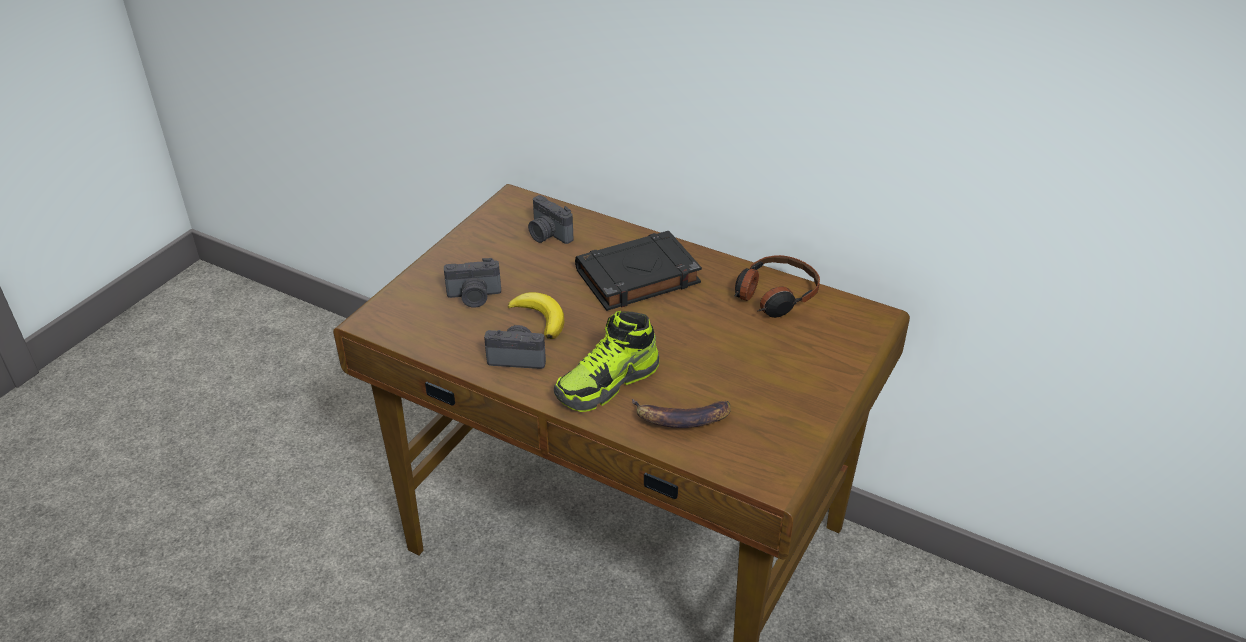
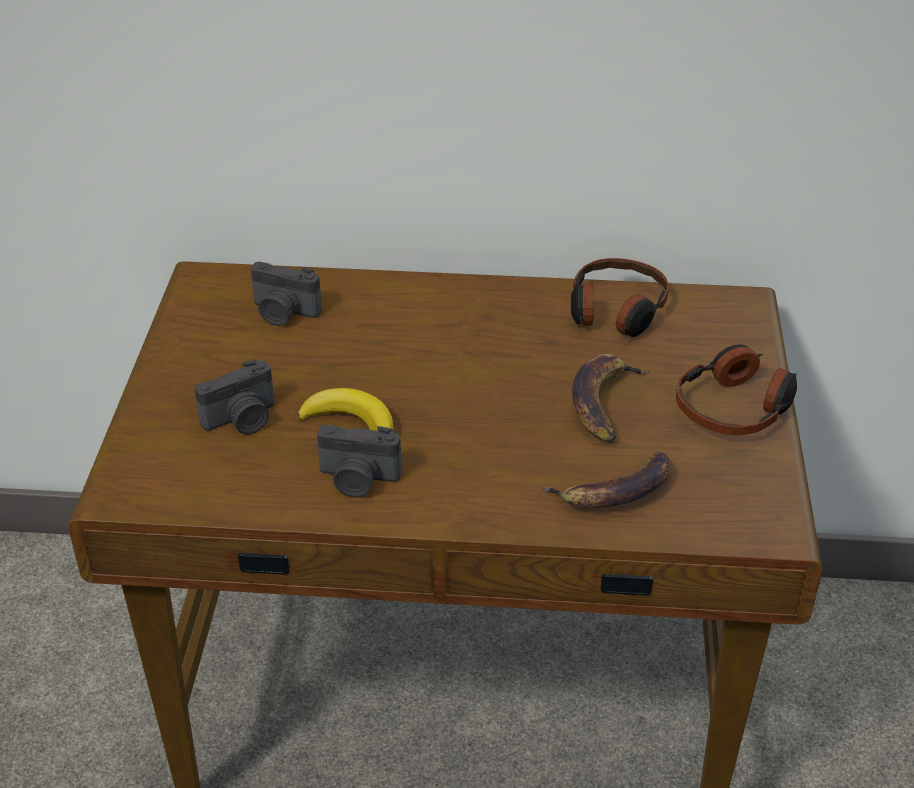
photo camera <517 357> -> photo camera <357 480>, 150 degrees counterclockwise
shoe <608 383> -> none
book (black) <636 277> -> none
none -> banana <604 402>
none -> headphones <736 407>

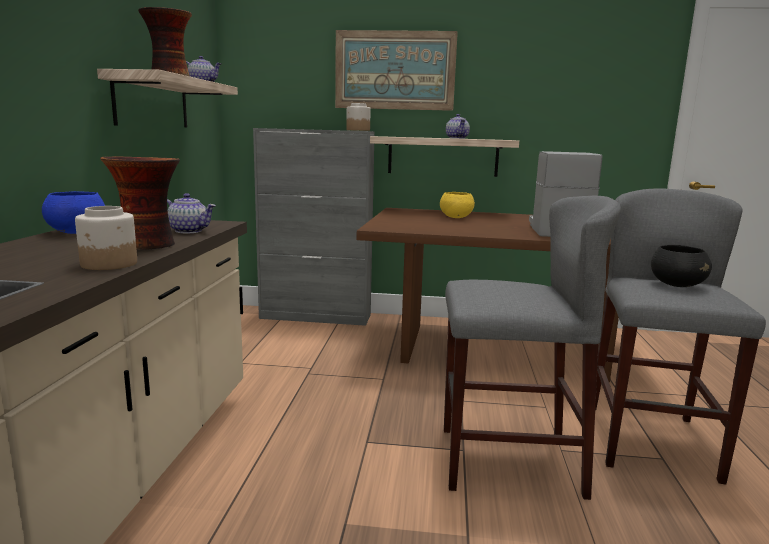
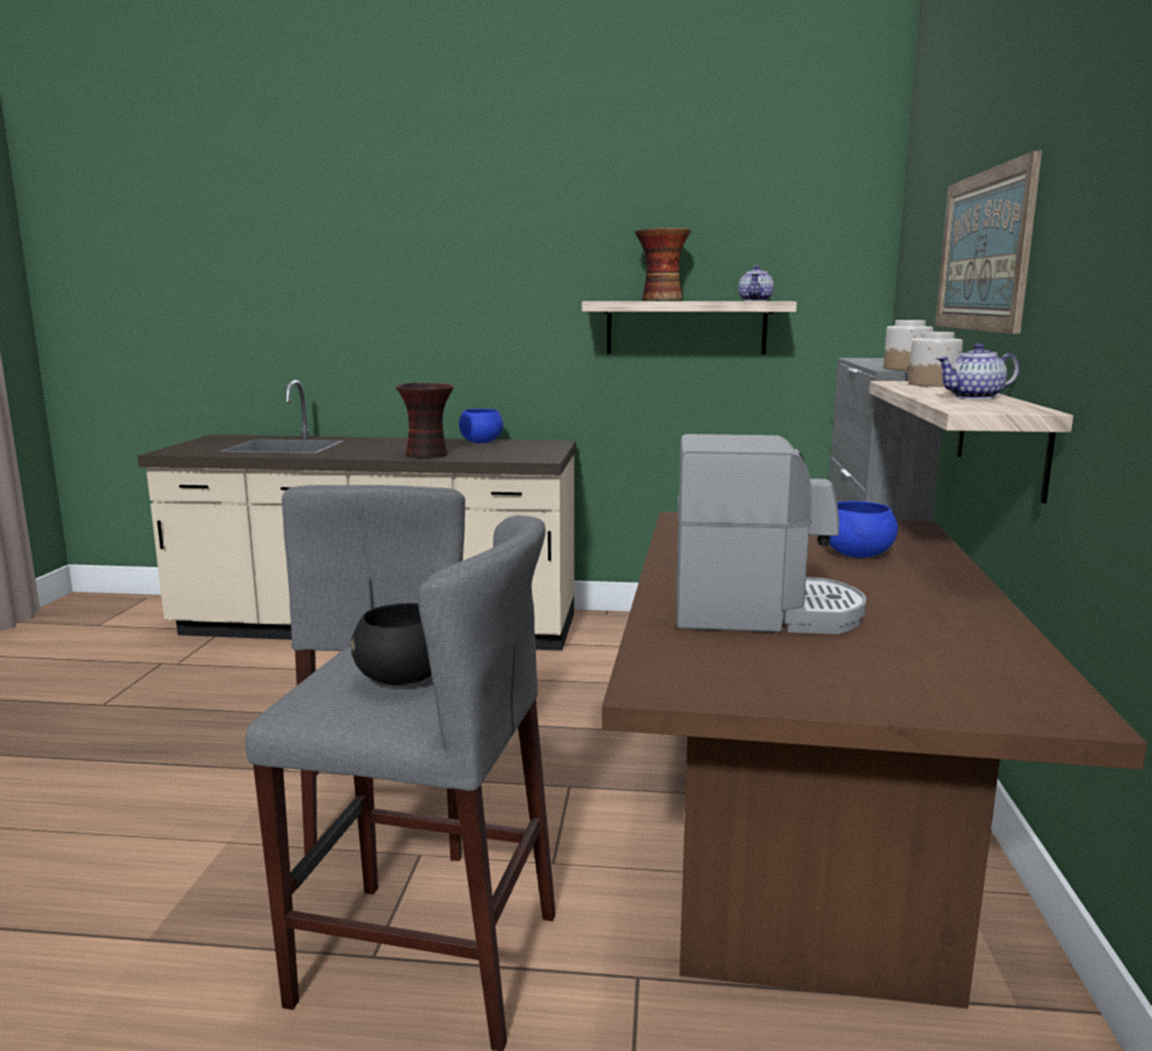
jar <109 264> -> jar <932 384>, shifted
teapot <189 231> -> none
bowl (yellow) <455 217> -> bowl (blue) <857 555>

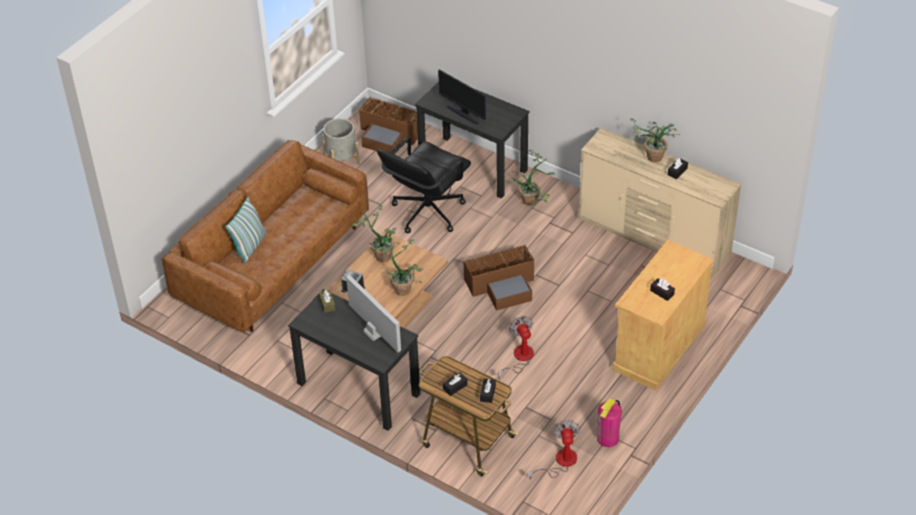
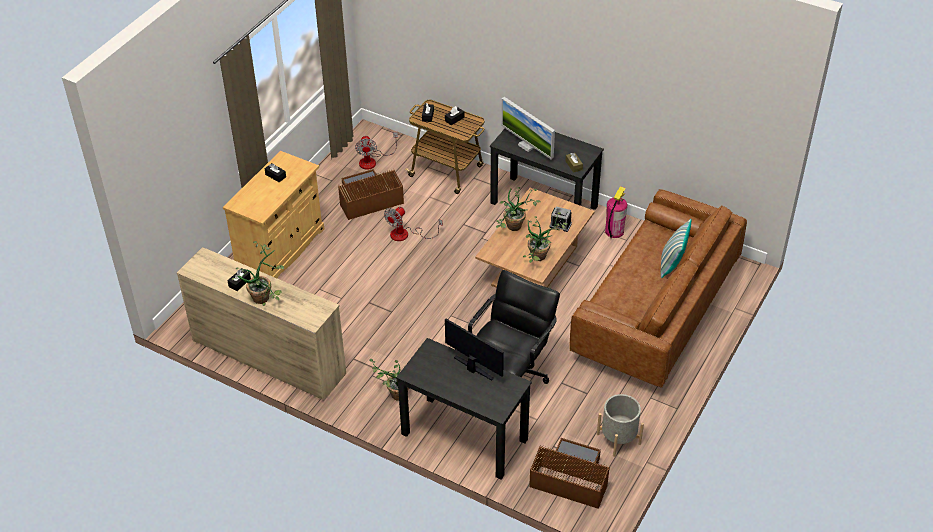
storage box (brown) <503 284> -> storage box (brown) <368 200>, shifted
fan <519 358> -> fan <406 235>, 60 degrees clockwise
fire extinguisher <608 438> -> fire extinguisher <614 231>, shifted

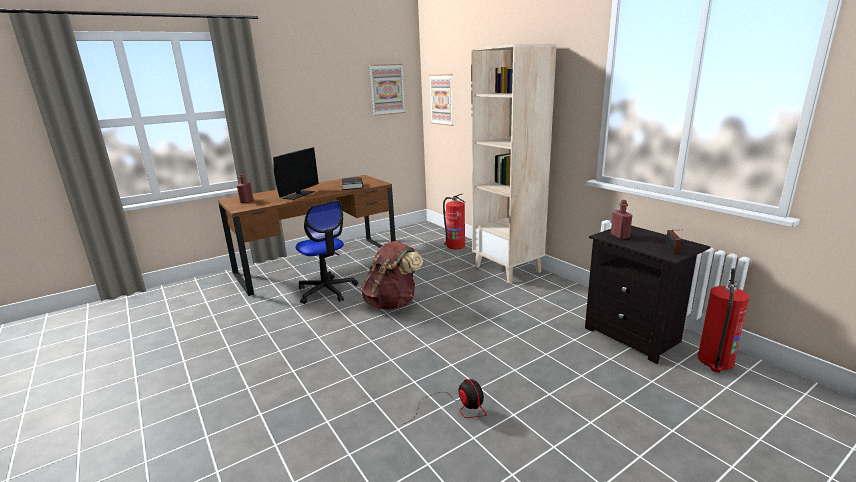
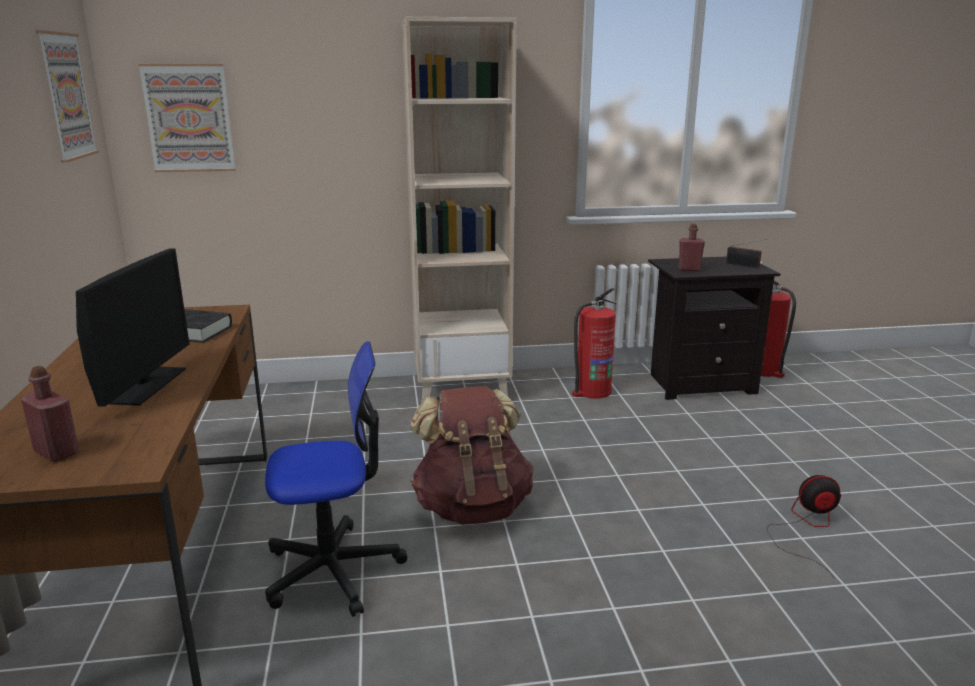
monitor <298 195> -> monitor <144 385>, 45 degrees clockwise
fire extinguisher <455 245> -> fire extinguisher <592 391>, shifted

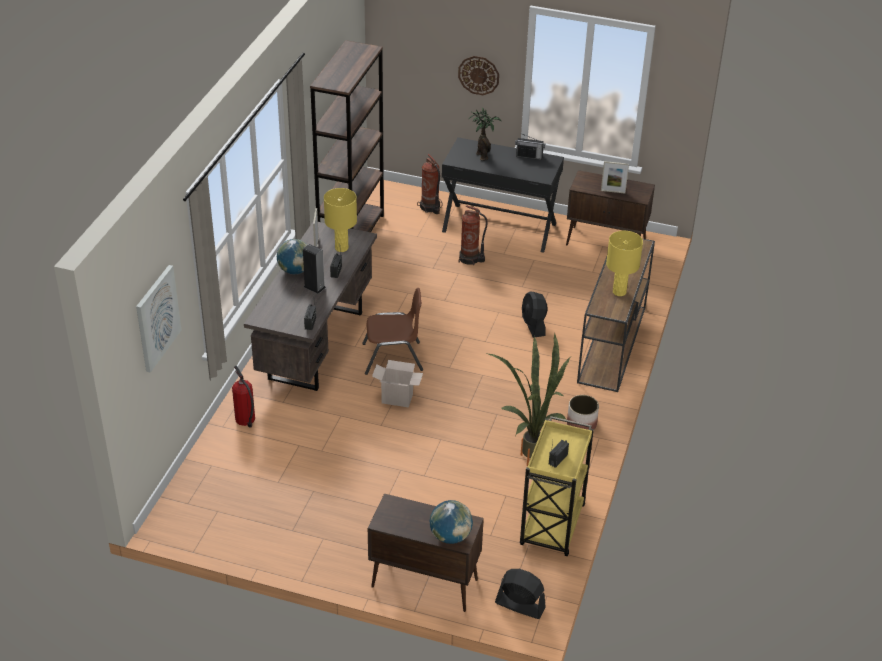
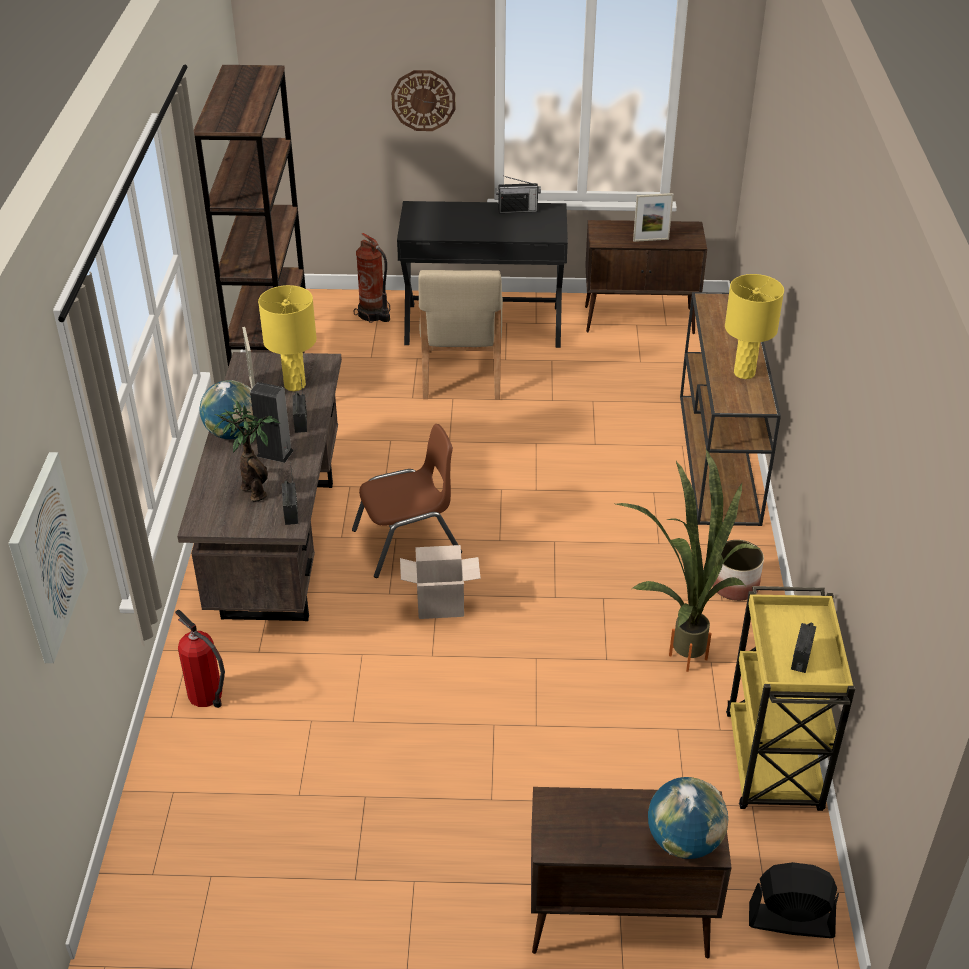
fire extinguisher <470 259> -> chair (beige) <461 375>
potted plant <482 155> -> potted plant <254 489>, shifted
fan (black) <533 325> -> none

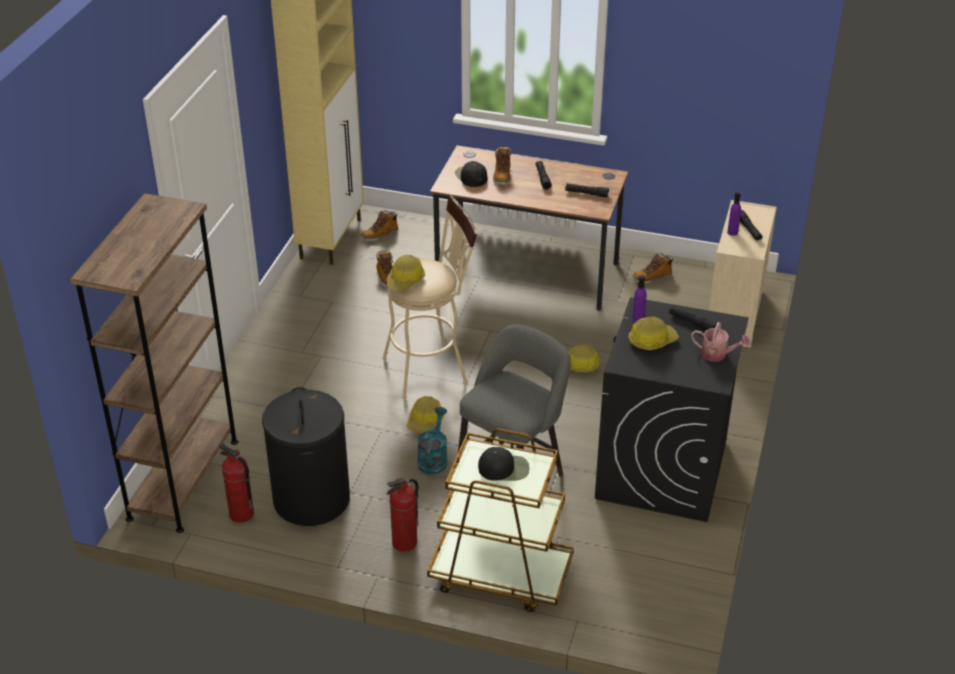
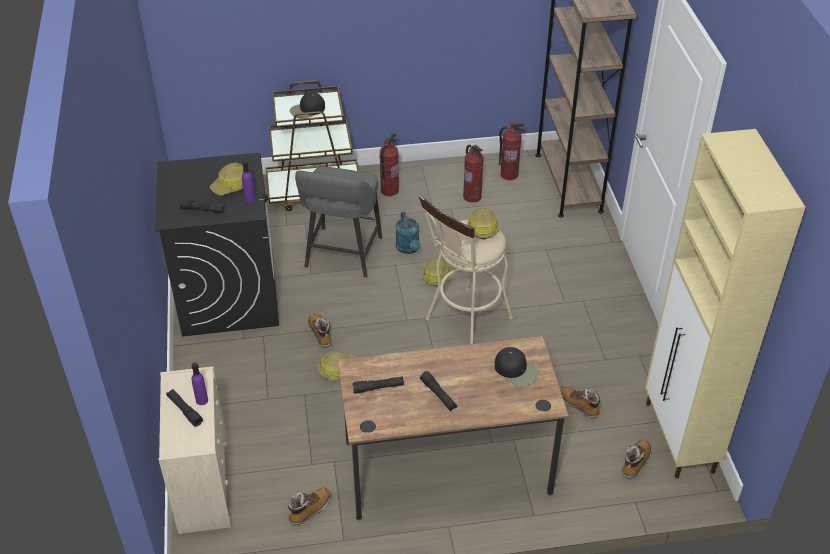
laundry basket (black) <311 499> -> fire extinguisher <472 197>
boot <502 176> -> boot <320 333>, shifted
watering can <717 354> -> none

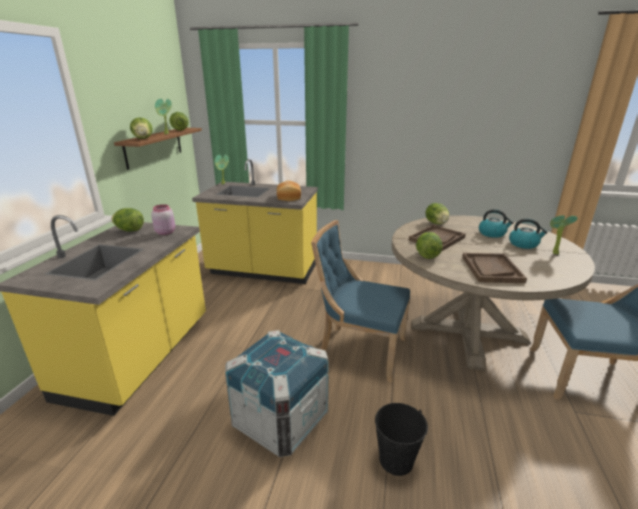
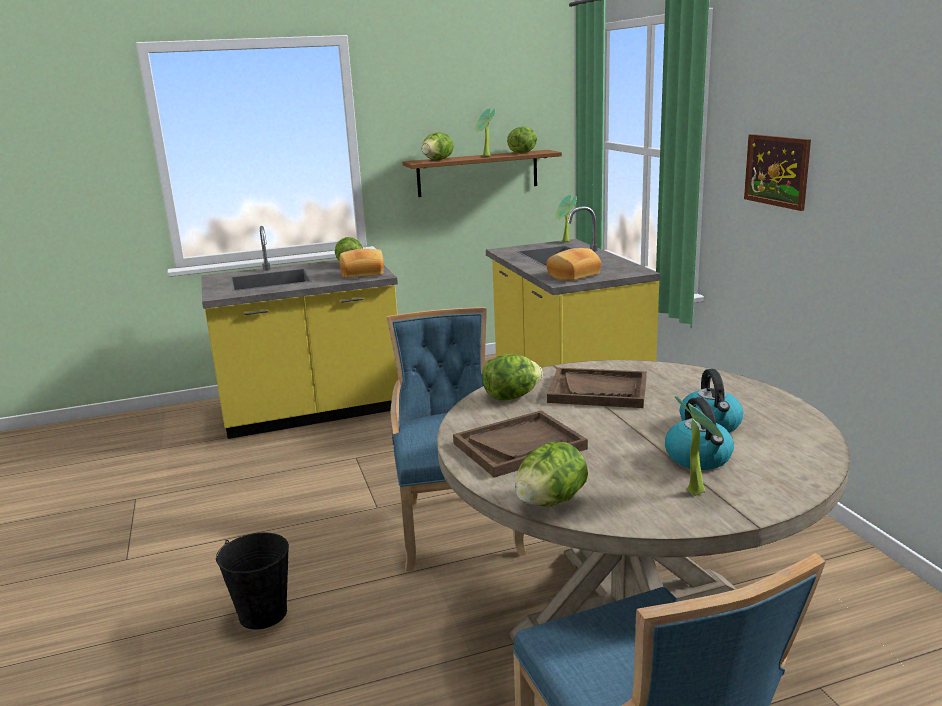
jar (pink) <165 232> -> bread <362 273>
crate <280 419> -> none
lettuce <436 223> -> lettuce <550 501>, shifted
none -> picture <776 171>

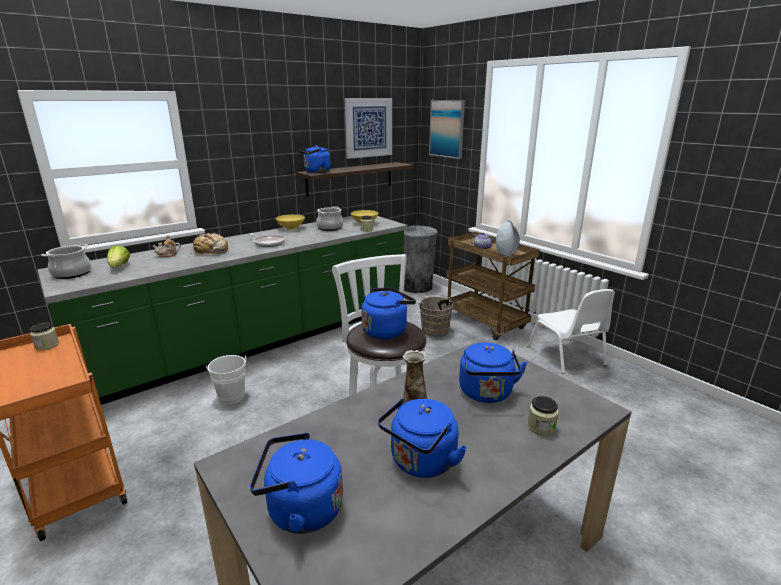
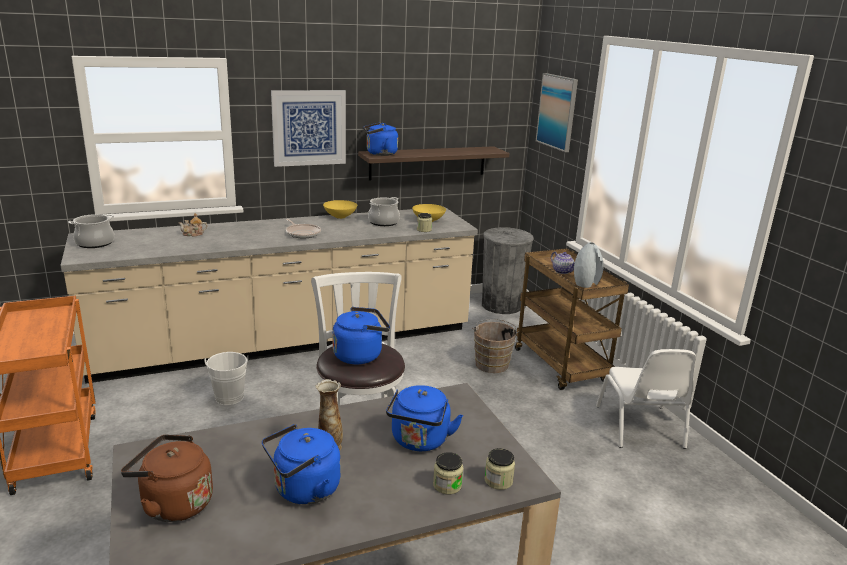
jar <47 345> -> jar <498 480>, shifted
counter (green) <261 341> -> counter (beige) <287 342>
lettuce <119 267> -> none
bread <211 251> -> none
kettle (blue) <300 510> -> kettle (brown) <173 504>
picture <368 127> -> picture <309 128>, shifted

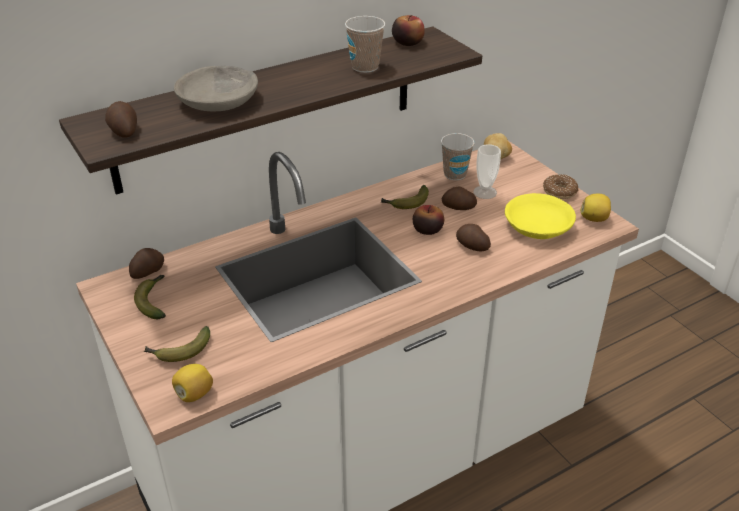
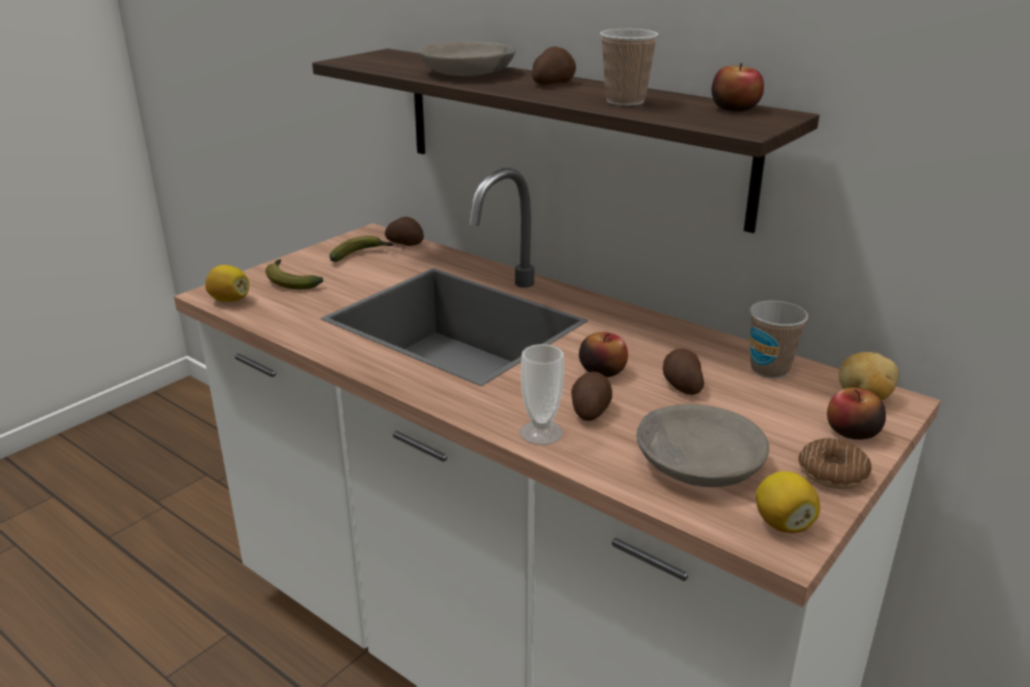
potato <123 131> -> potato <552 83>, shifted
banana <406 203> -> none
cup <485 192> -> cup <541 433>, shifted
bowl (yellow) <537 226> -> bowl (grey) <697 462>
none -> apple <852 432>

